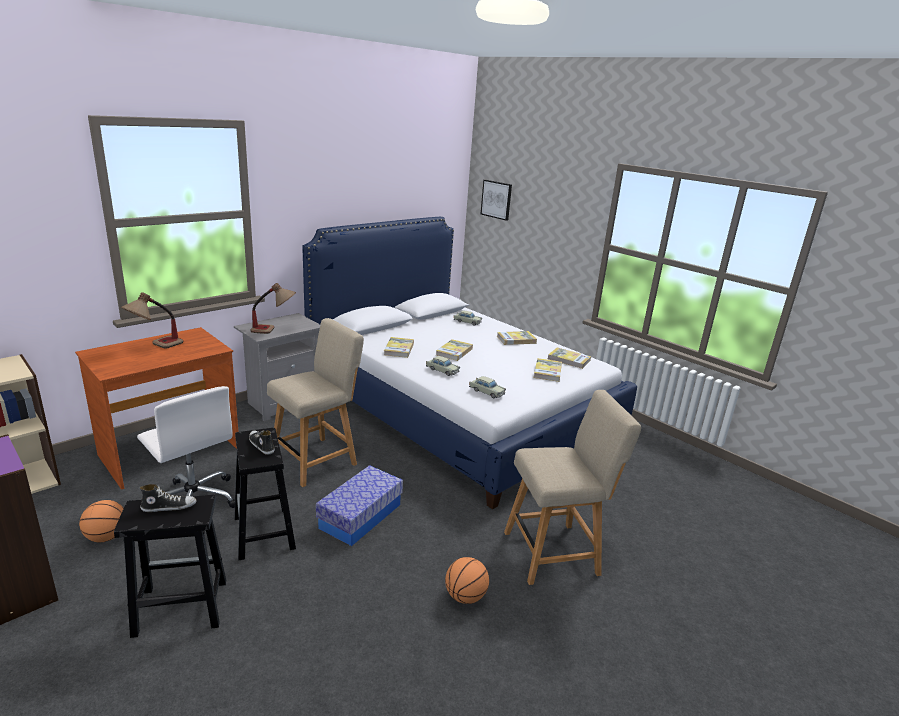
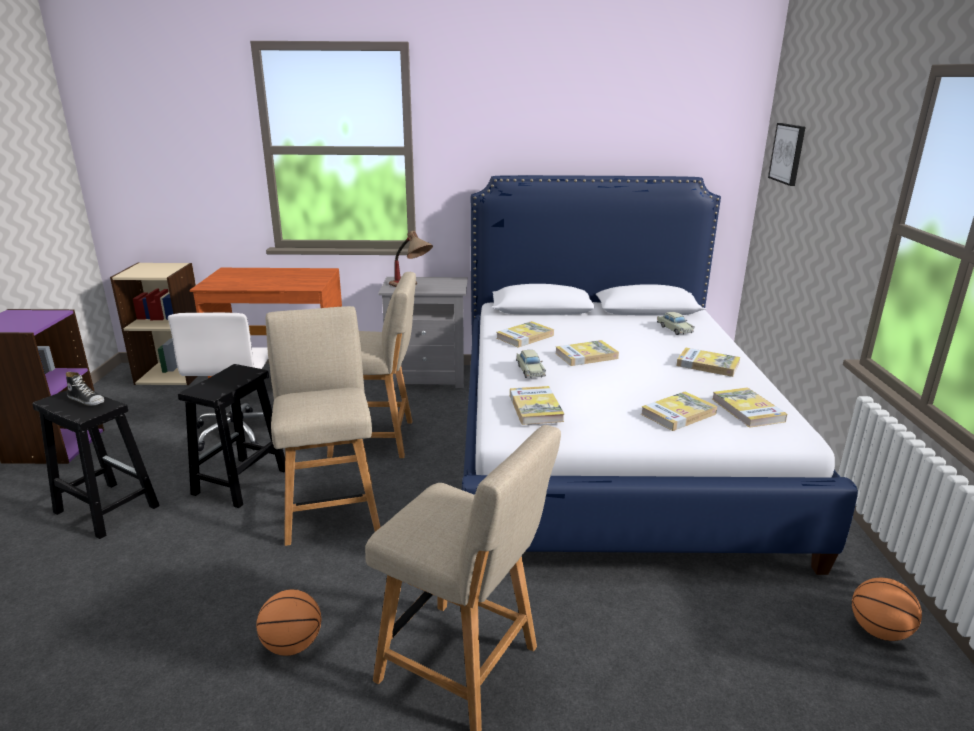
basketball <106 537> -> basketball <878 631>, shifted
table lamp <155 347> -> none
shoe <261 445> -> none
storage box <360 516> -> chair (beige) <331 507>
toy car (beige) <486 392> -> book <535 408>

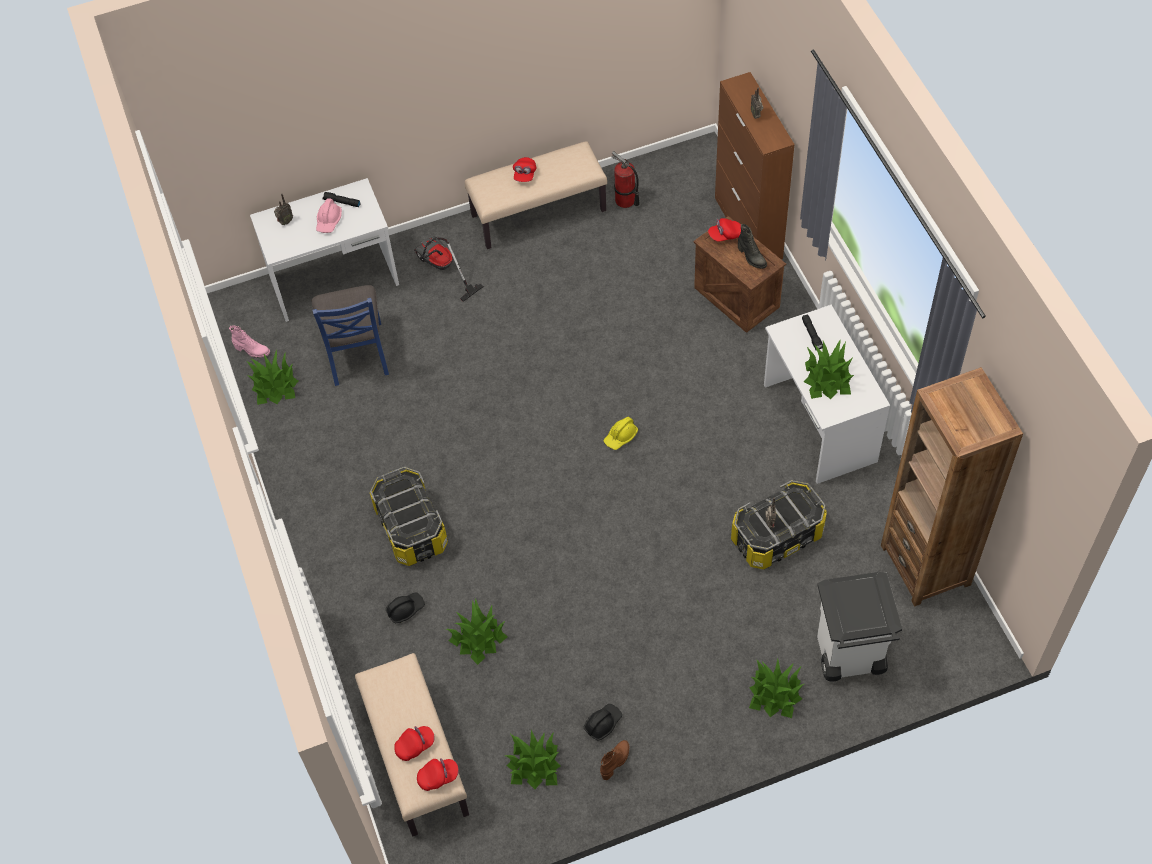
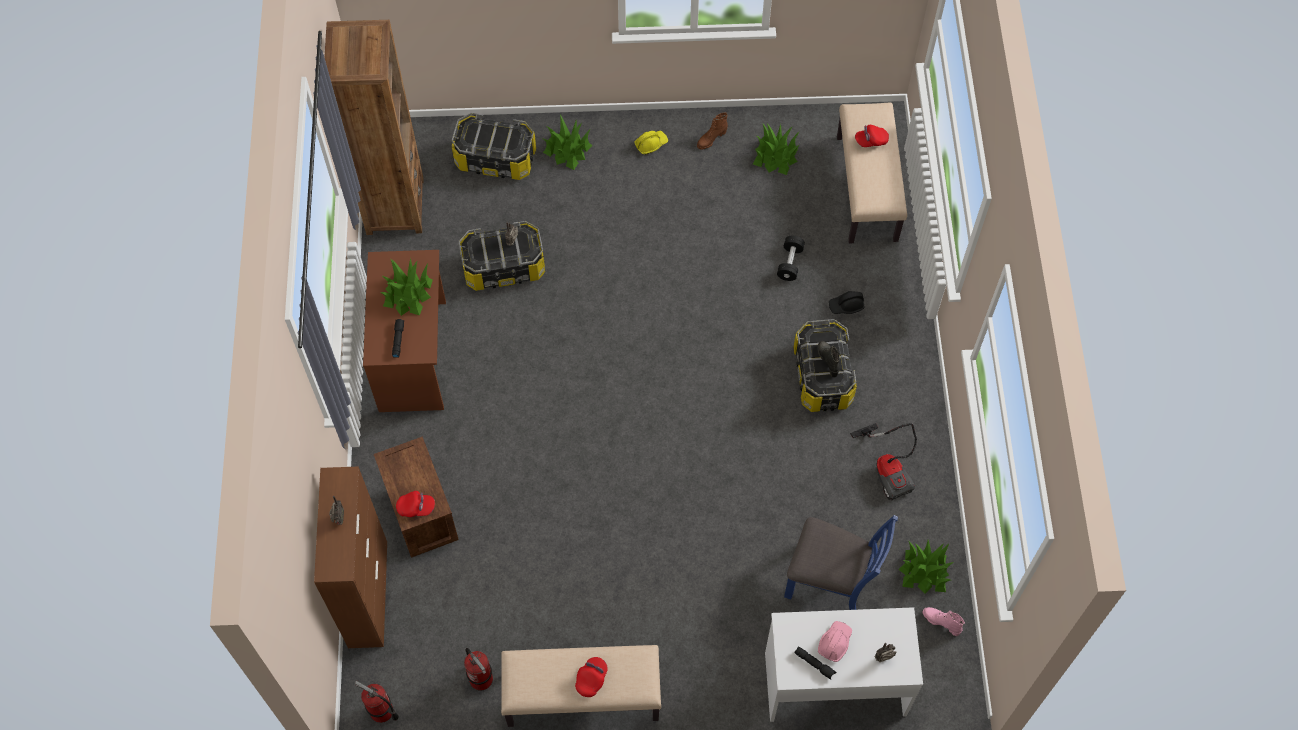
chair (blue) <356 353> -> chair (blue) <831 581>, 105 degrees clockwise
vacuum cleaner <441 269> -> vacuum cleaner <888 468>, shifted
cap (red) <438 777> -> none
potted plant <478 637> -> dumbbell (black) <790 263>
hard hat (black) <603 723> -> none
hard hat (yellow) <620 436> -> hard hat (yellow) <651 144>, shifted
boot (black) <751 257> -> boot (black) <828 360>, shifted
desk (white) <818 423> -> desk (brown) <414 355>
trash can (white) <848 655> -> storage box <496 158>
none -> fire extinguisher <381 711>

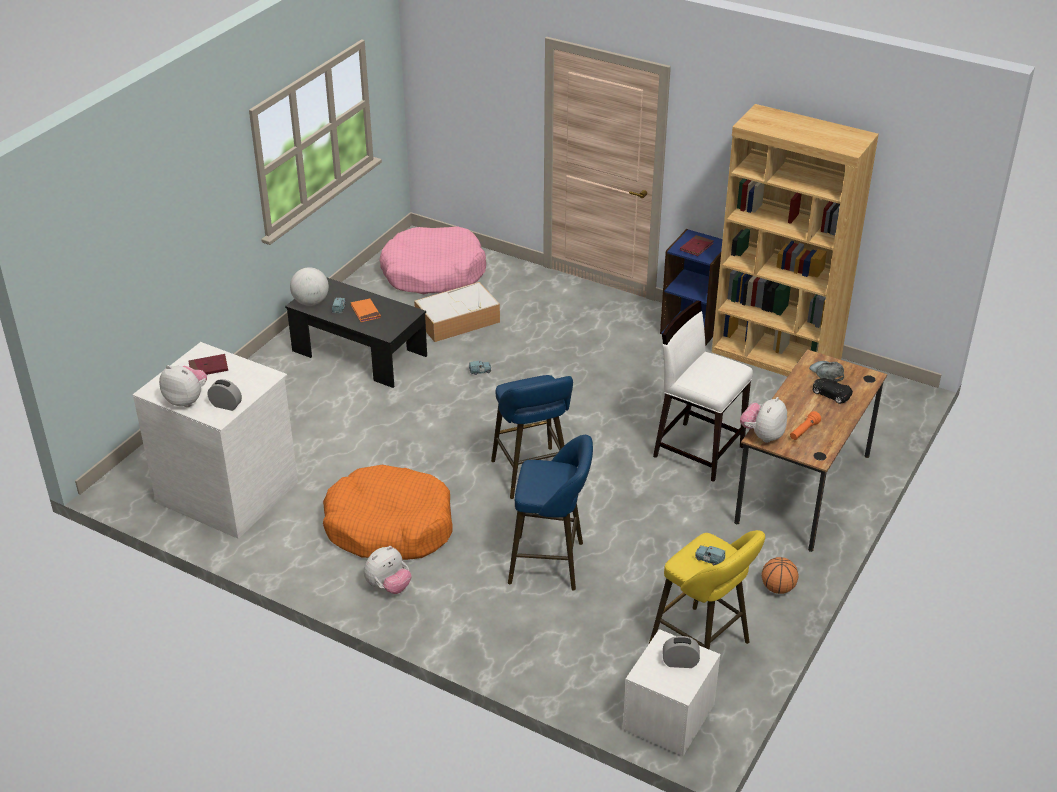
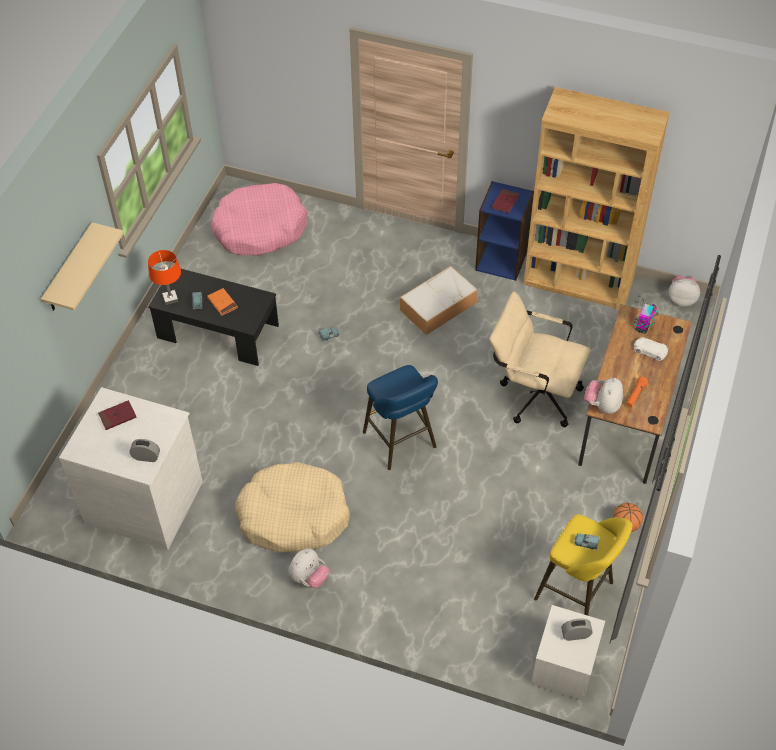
plush toy <187 400> -> plush toy <681 299>, shifted
globe <311 302> -> table lamp (orange) <170 299>
dog bed (orange) <389 526> -> dog bed (beige) <293 515>
storage box <458 320> -> storage box <439 305>, shifted
stool (blue) <551 563> -> none
stool (white) <698 450> -> office chair (beige) <533 394>
cap (grey) <827 373> -> toy robot <642 328>
toy car (black) <831 394> -> toy car (white) <649 351>
none -> shelf (beige) <69 269>

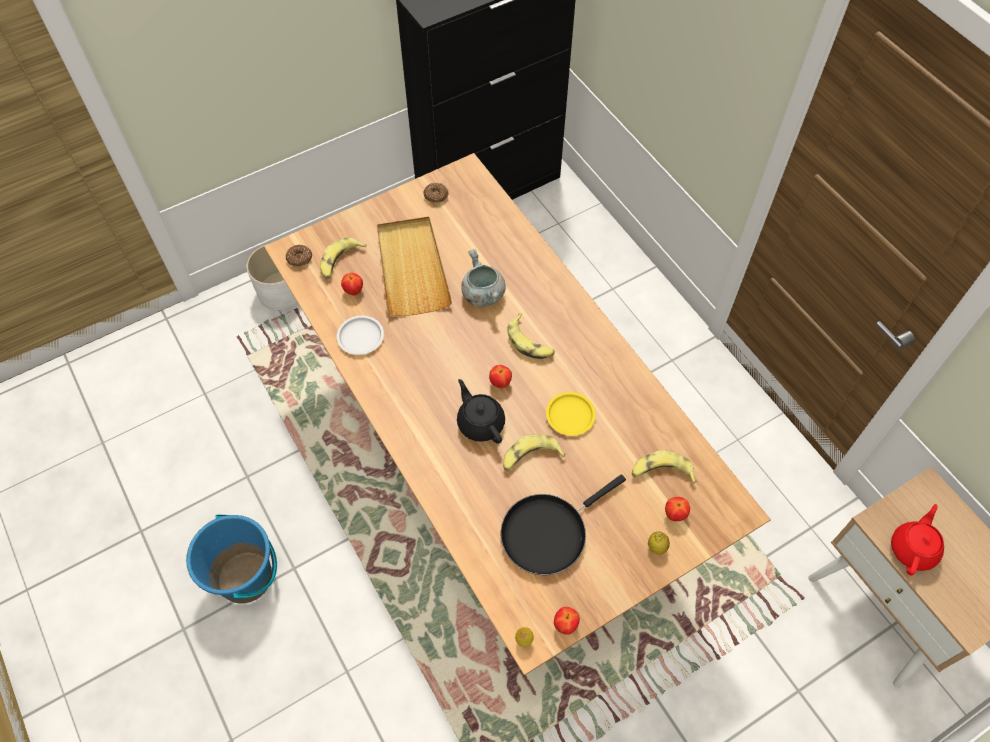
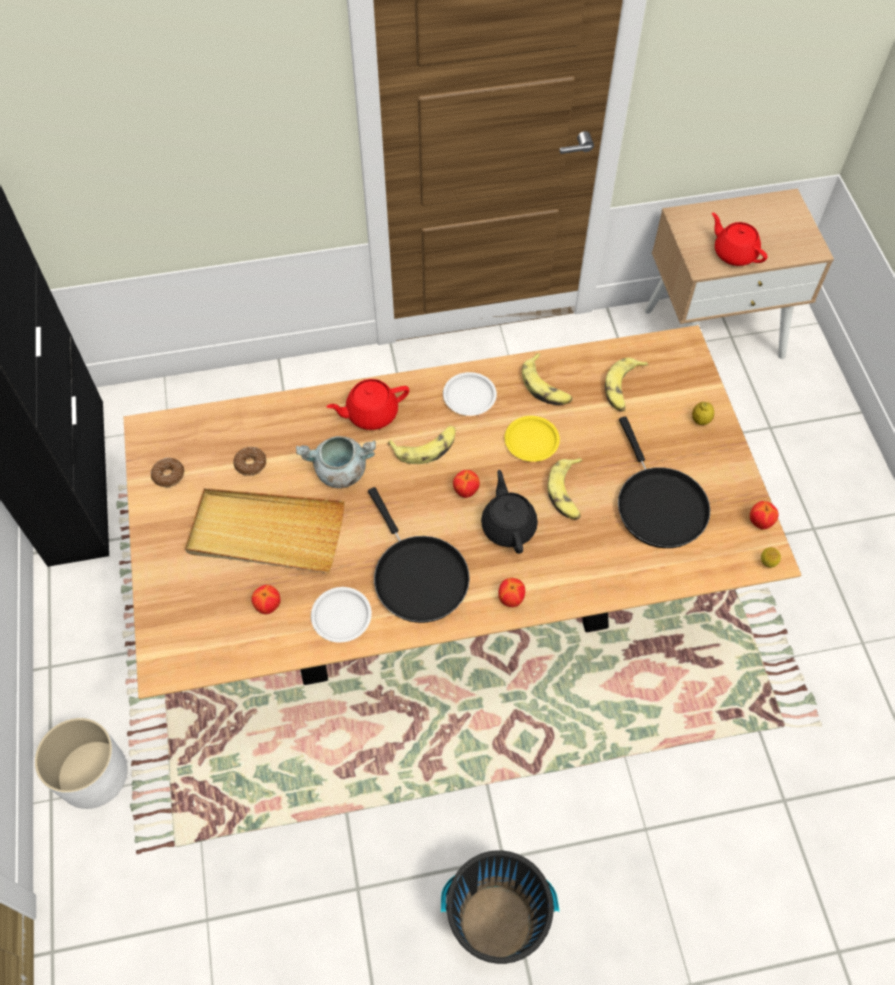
bucket (blue) <246 577> -> bucket (black) <496 921>
donut <299 259> -> donut <250 464>, shifted
banana <340 262> -> banana <546 386>, shifted
teapot (black) <480 422> -> teapot (black) <508 526>, 90 degrees clockwise
apple <675 514> -> apple <511 599>, shifted
none -> teapot (red) <371 413>
none -> frying pan (black) <417 576>
none -> plate (white) <469 396>

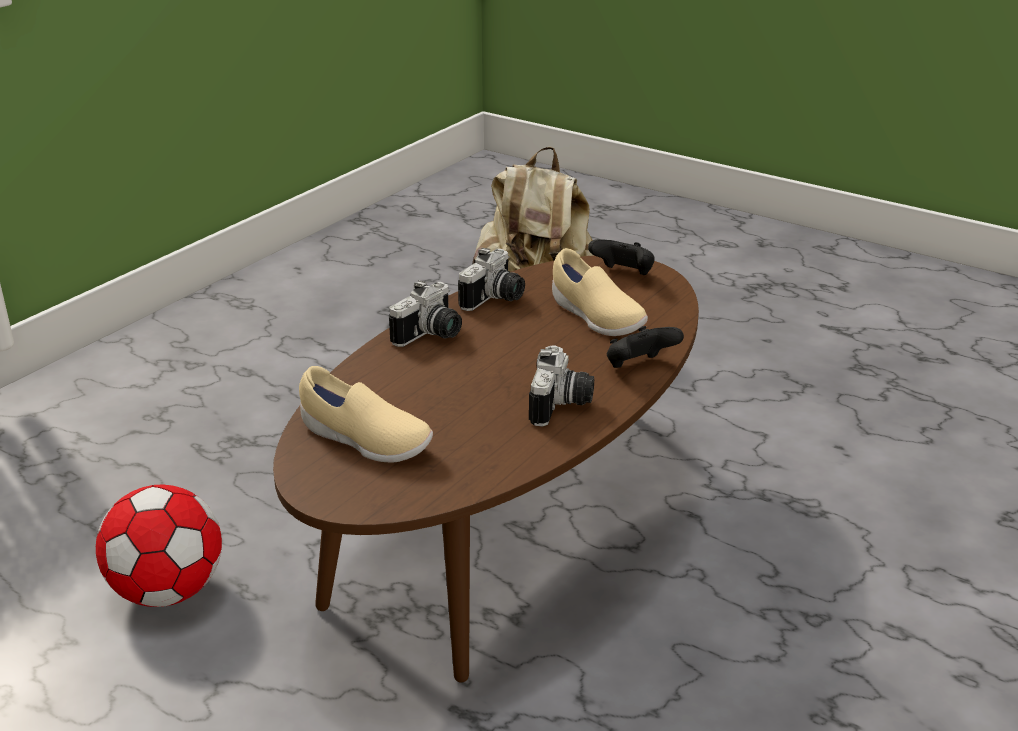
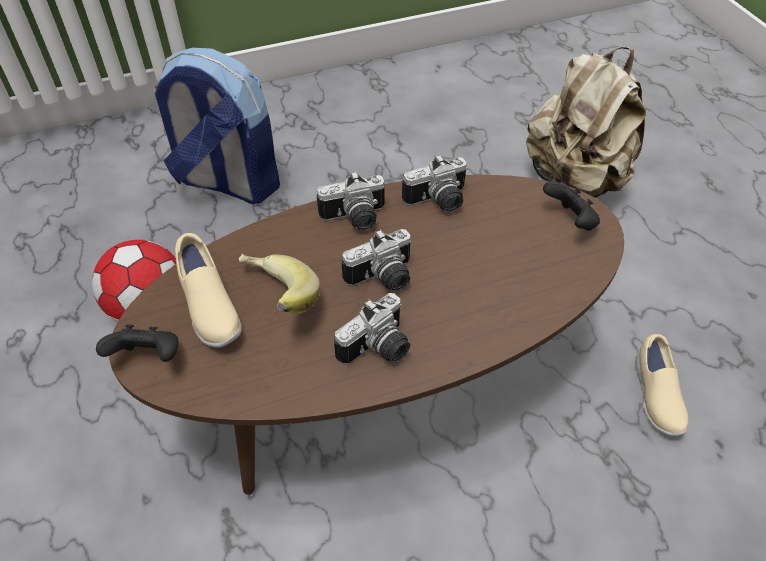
shoe (beige) <595 318> -> shoe (beige) <655 396>, shifted
game controller (black) <639 367> -> game controller (black) <149 357>, shifted
none -> backpack <227 182>
none -> banana <276 300>
none -> photo camera <383 279>

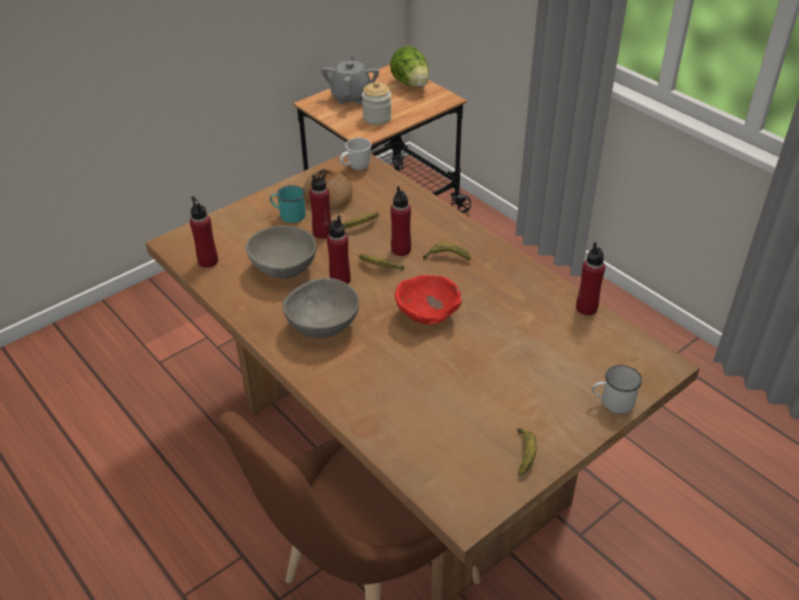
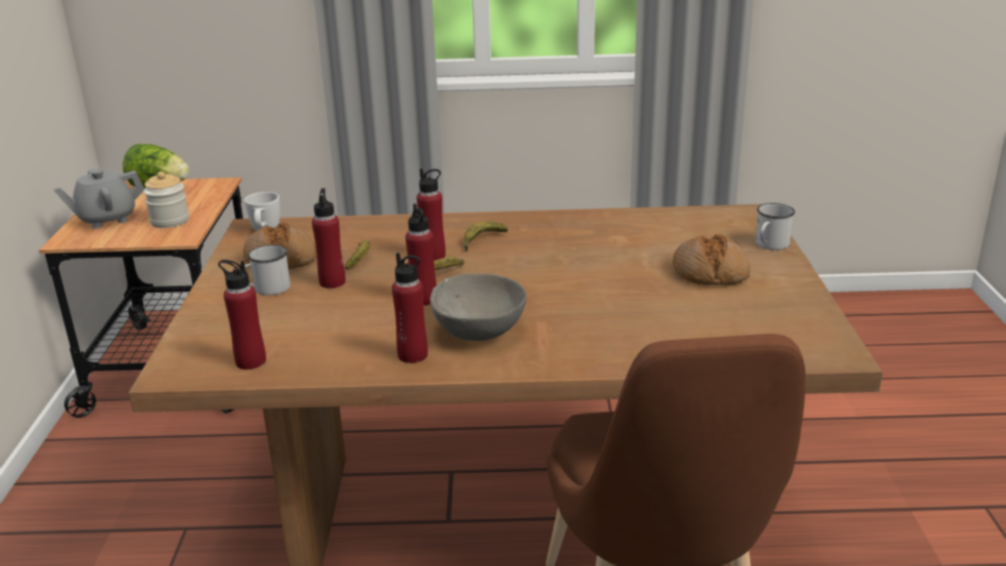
bowl (grey) <284 269> -> none
mug (turquoise) <288 215> -> mug (white) <266 289>
teapot (grey) <351 97> -> teapot (grey) <106 219>, 75 degrees counterclockwise
bowl (red) <427 314> -> none
banana <525 454> -> none
bottle (red) <586 308> -> bottle (red) <413 355>, shifted
none -> bread <710 273>

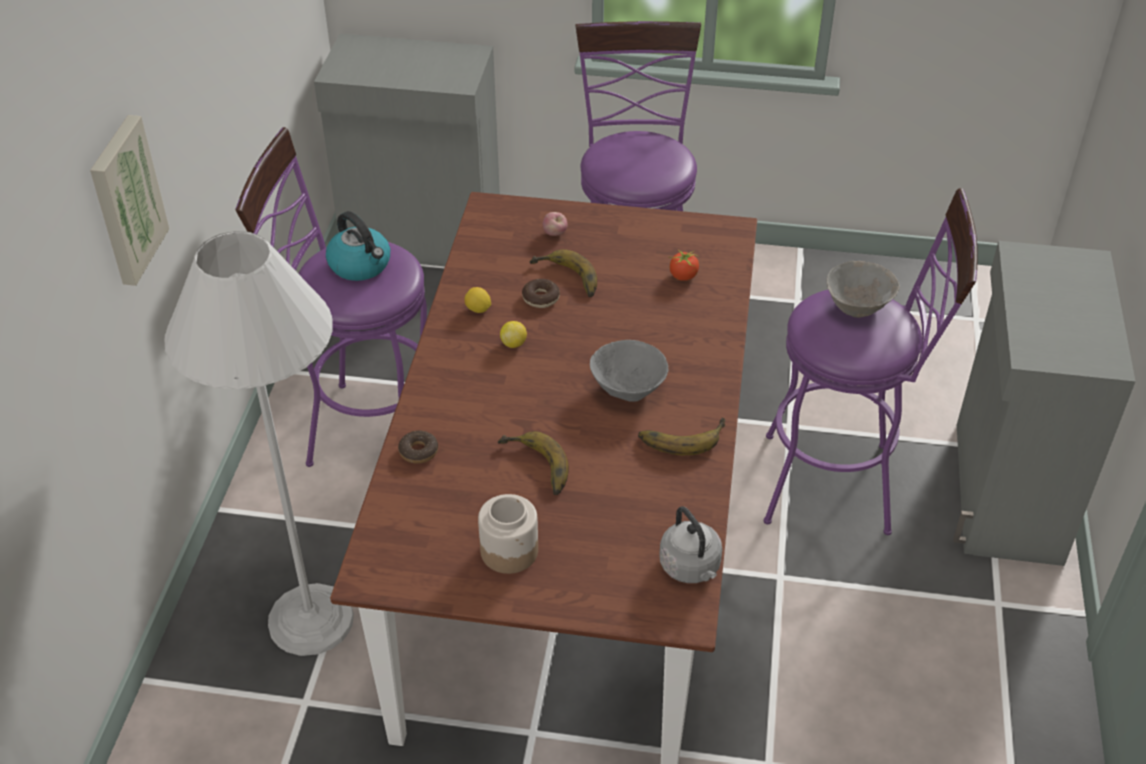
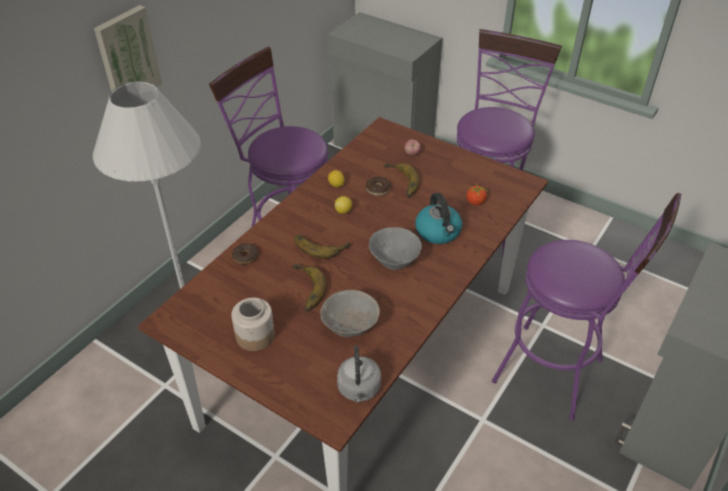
kettle <361 265> -> kettle <438 232>, shifted
banana <681 435> -> banana <320 245>, shifted
bowl (grey) <858 307> -> bowl (grey) <351 327>, shifted

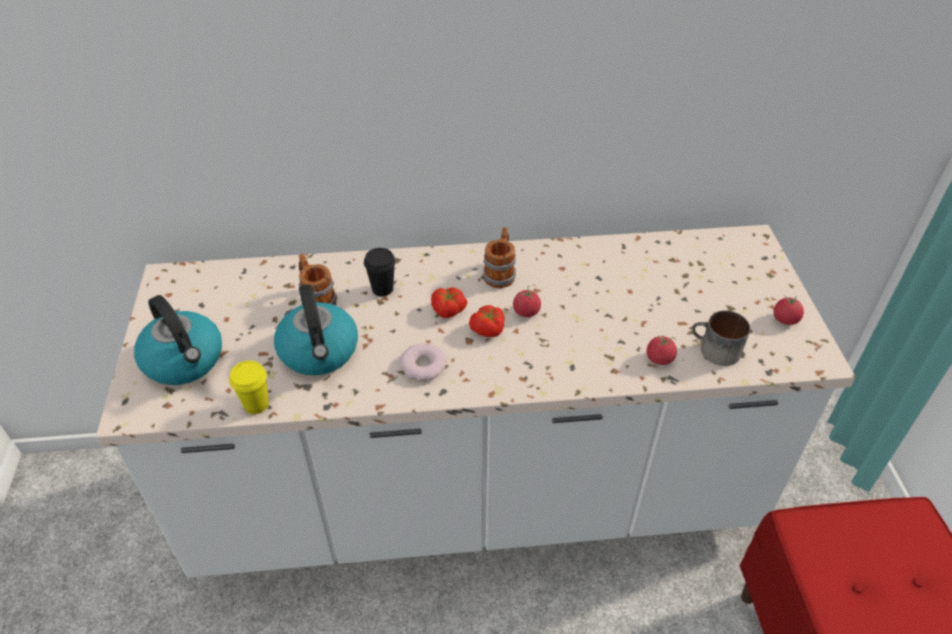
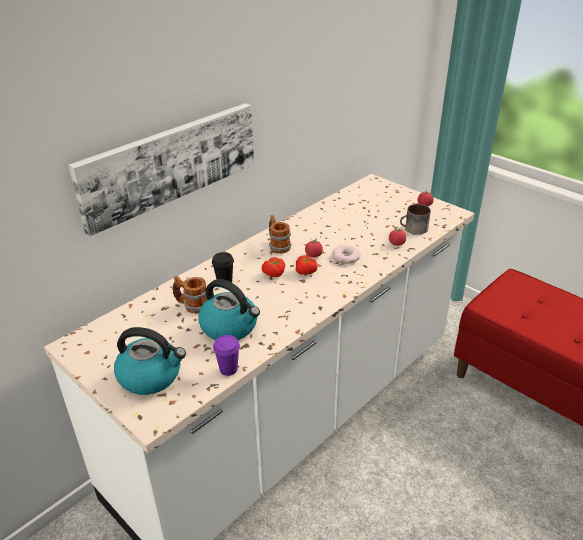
cup (yellow) <256 404> -> cup (purple) <228 369>
donut <423 366> -> donut <346 257>, shifted
none -> picture <170 163>

